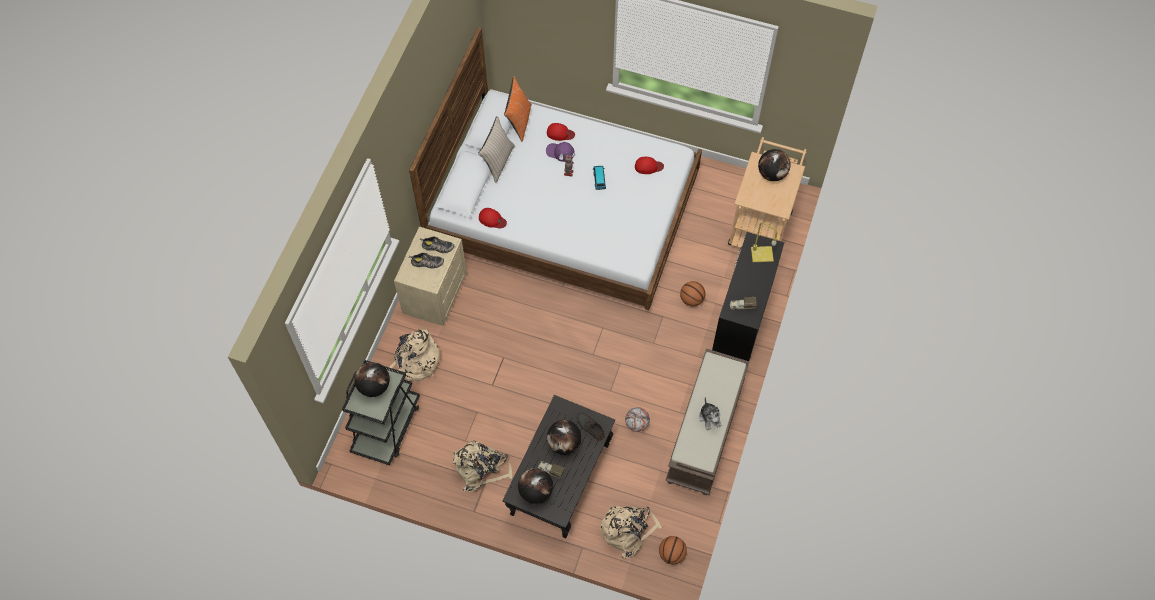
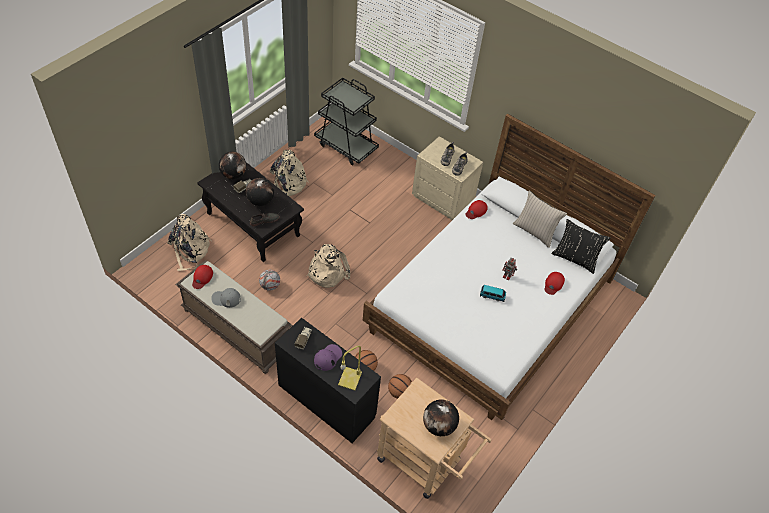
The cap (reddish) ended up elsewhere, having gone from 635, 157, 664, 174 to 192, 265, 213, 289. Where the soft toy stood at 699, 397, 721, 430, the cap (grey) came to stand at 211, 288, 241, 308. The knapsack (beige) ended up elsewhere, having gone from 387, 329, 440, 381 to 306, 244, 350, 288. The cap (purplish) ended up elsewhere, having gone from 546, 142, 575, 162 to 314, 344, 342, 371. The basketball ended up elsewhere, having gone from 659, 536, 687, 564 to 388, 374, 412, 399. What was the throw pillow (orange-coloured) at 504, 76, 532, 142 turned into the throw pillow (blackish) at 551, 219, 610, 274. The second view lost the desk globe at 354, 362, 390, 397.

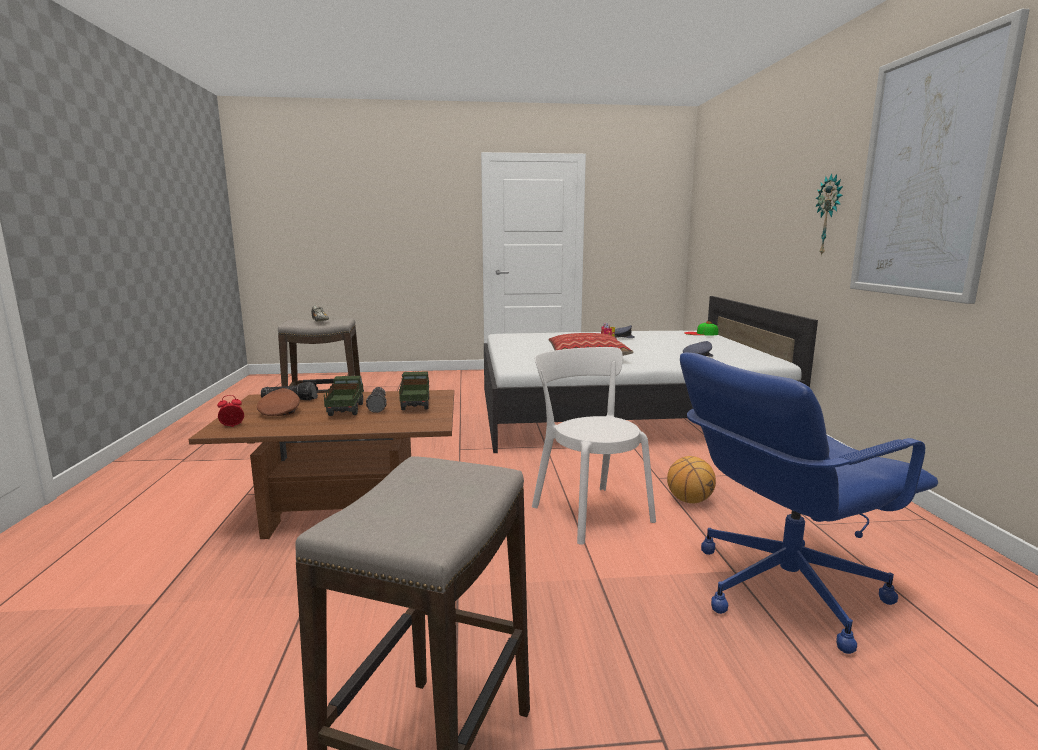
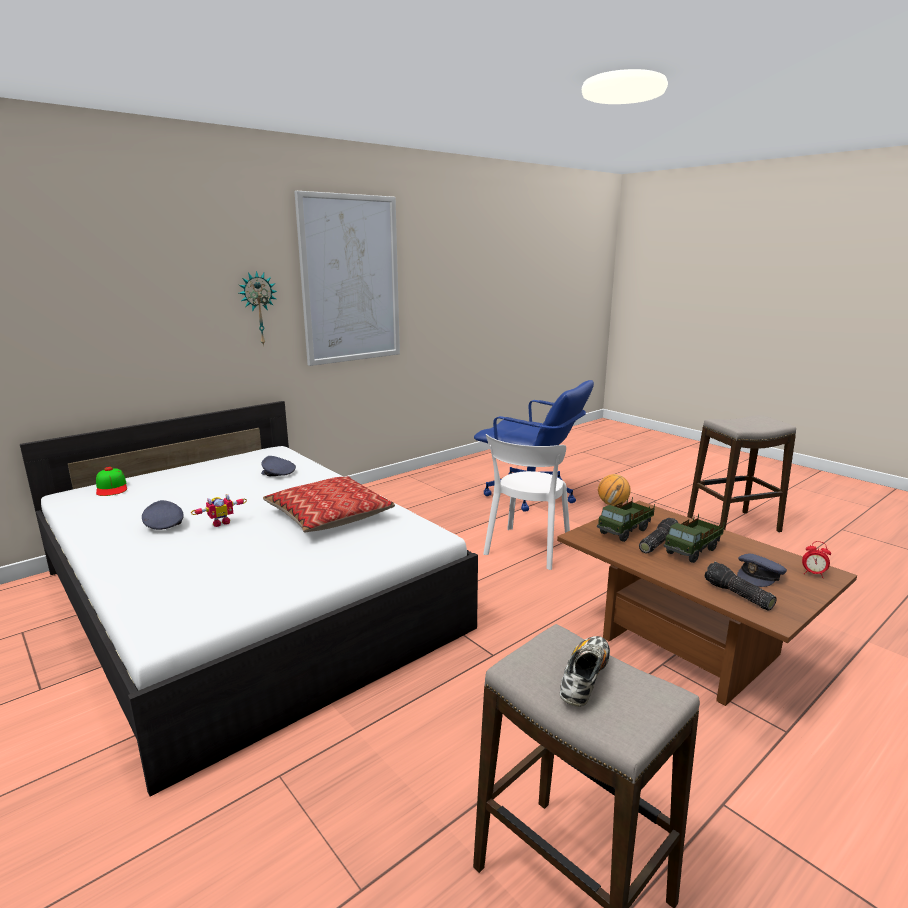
The basketball ended up elsewhere, having gone from 667, 456, 716, 503 to 598, 474, 631, 506. What was the cap (brown-coloured) at 257, 388, 300, 416 turned into the cap (grey) at 737, 554, 787, 587.

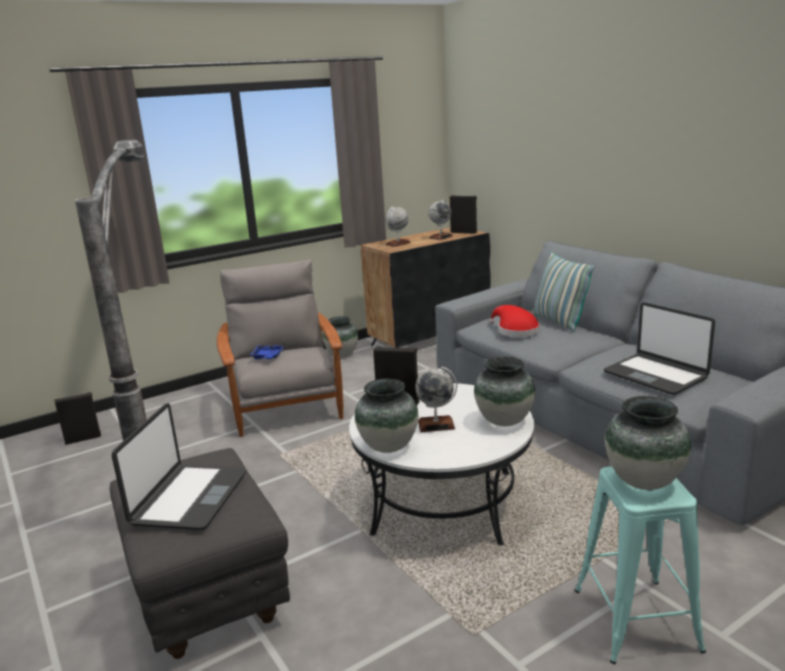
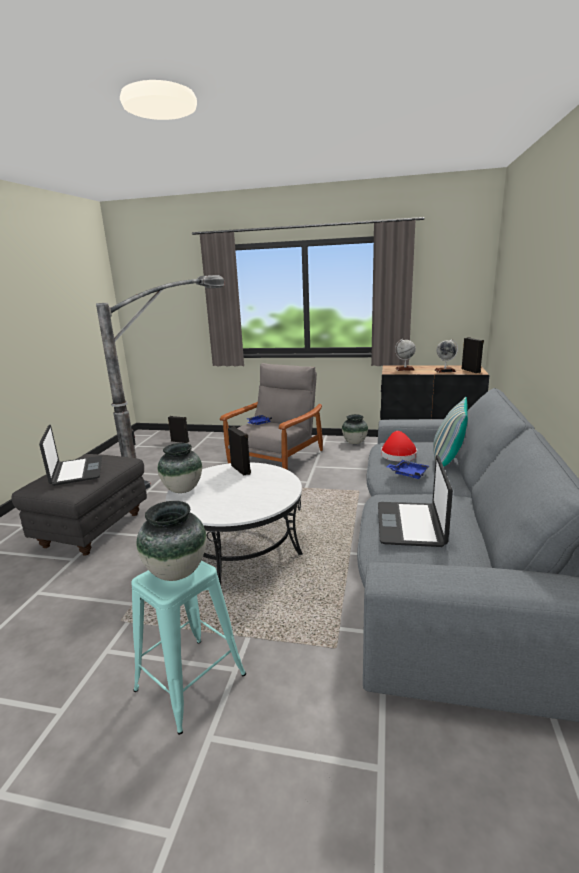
The portable computer at 112, 403, 246, 530 ended up facing another way, 75 degrees counterclockwise from before. The second view gained the tray (blue-coloured) at 387, 460, 429, 479. The second view lost the desk globe at 416, 366, 457, 432. The second view lost the decorative vase at 474, 356, 535, 426.

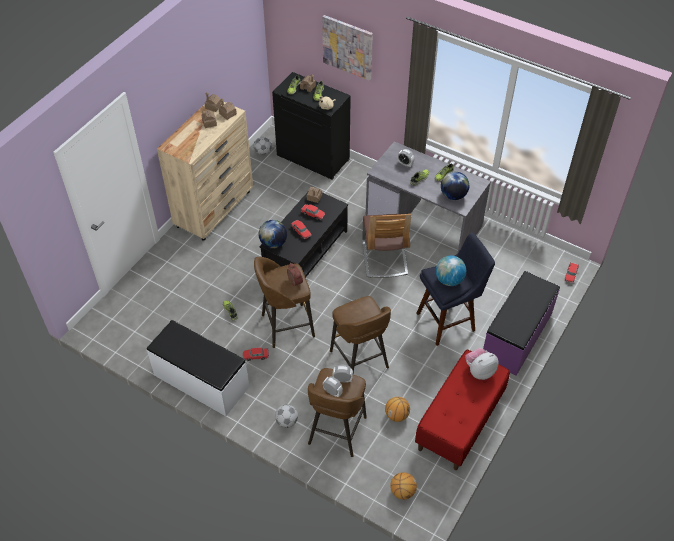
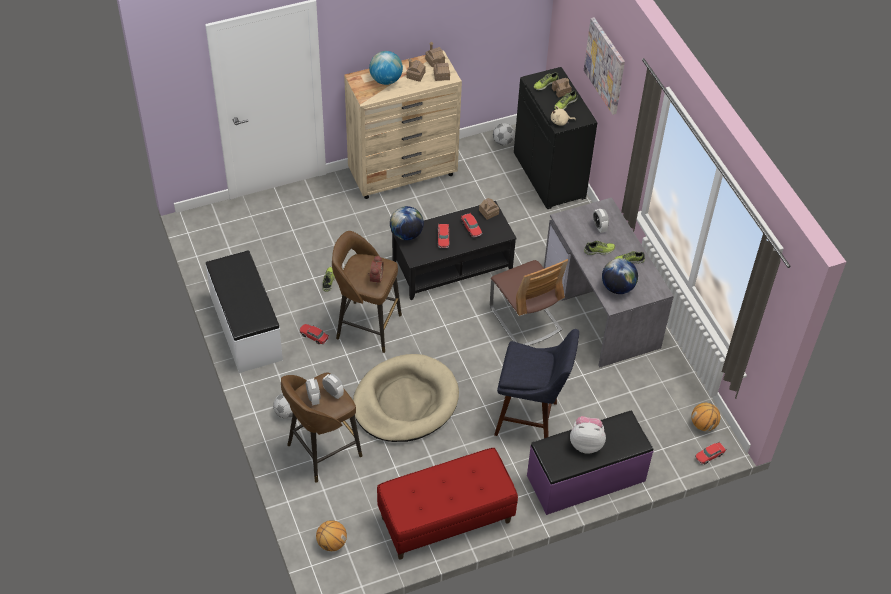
Where the stool seat (brown-coloured) stood at 330, 296, 391, 372, the pet bed (beige) came to stand at 353, 354, 459, 442. The desk globe ended up elsewhere, having gone from 436, 256, 466, 286 to 369, 51, 403, 85. The chair at 362, 214, 411, 278 ended up facing another way, 60 degrees counterclockwise from before. The soft toy ended up elsewhere, having gone from 465, 348, 498, 380 to 570, 416, 606, 454. The basketball ended up elsewhere, having gone from 385, 397, 410, 422 to 691, 403, 721, 431.

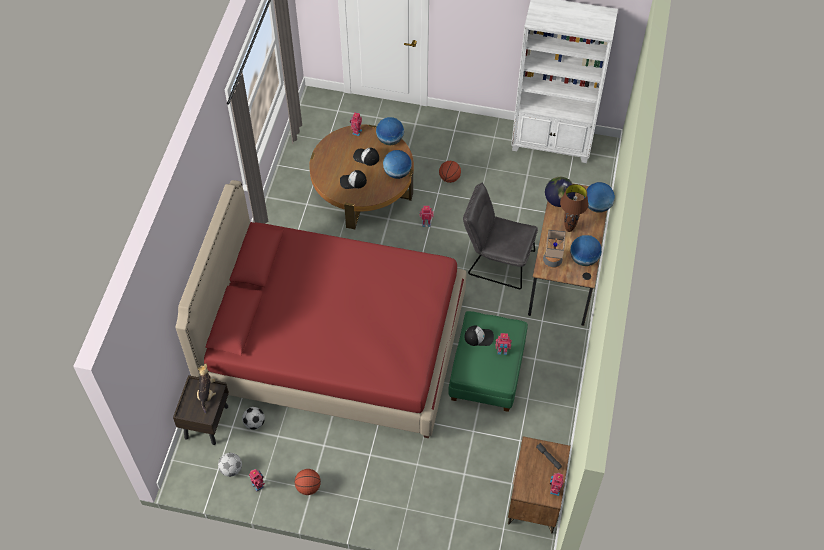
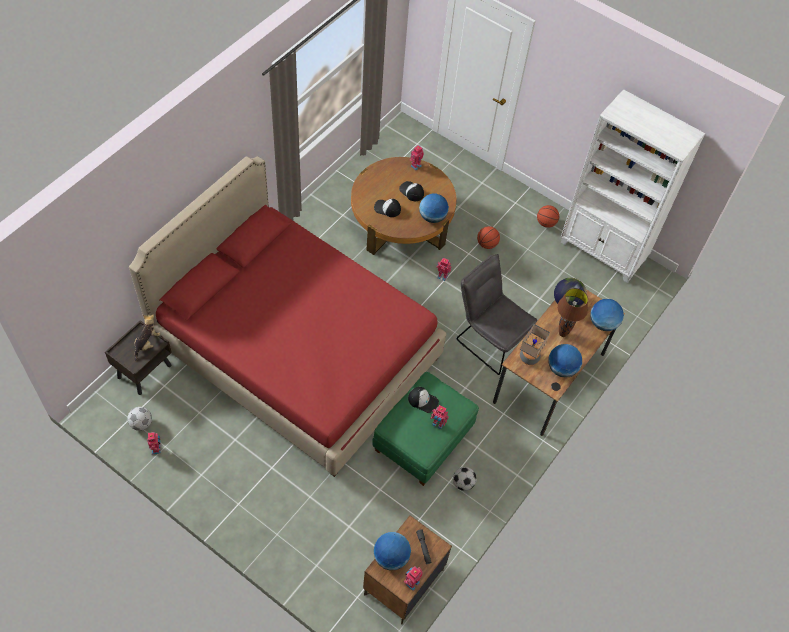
The desk globe ended up elsewhere, having gone from 376, 117, 404, 145 to 373, 532, 411, 570. The ball for football ended up elsewhere, having gone from 242, 407, 265, 430 to 453, 467, 477, 491. The basketball ended up elsewhere, having gone from 295, 469, 321, 495 to 537, 205, 559, 228.

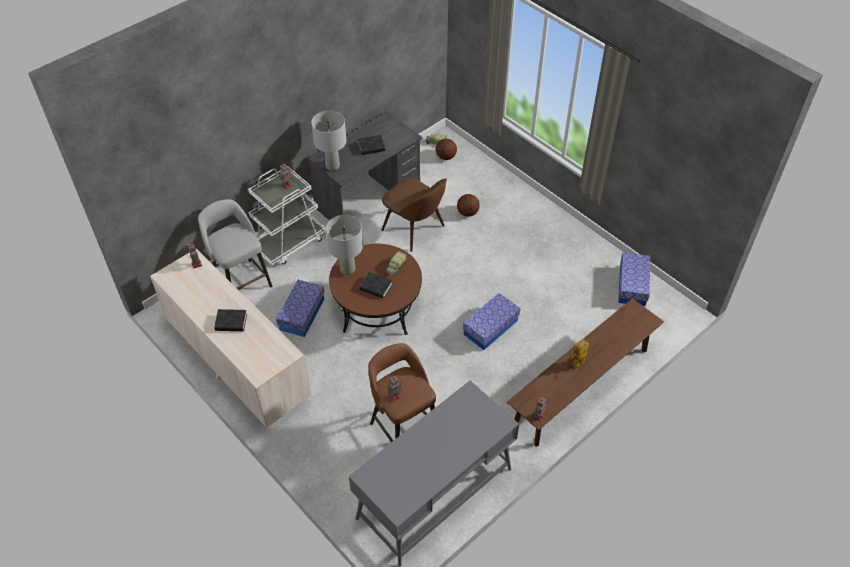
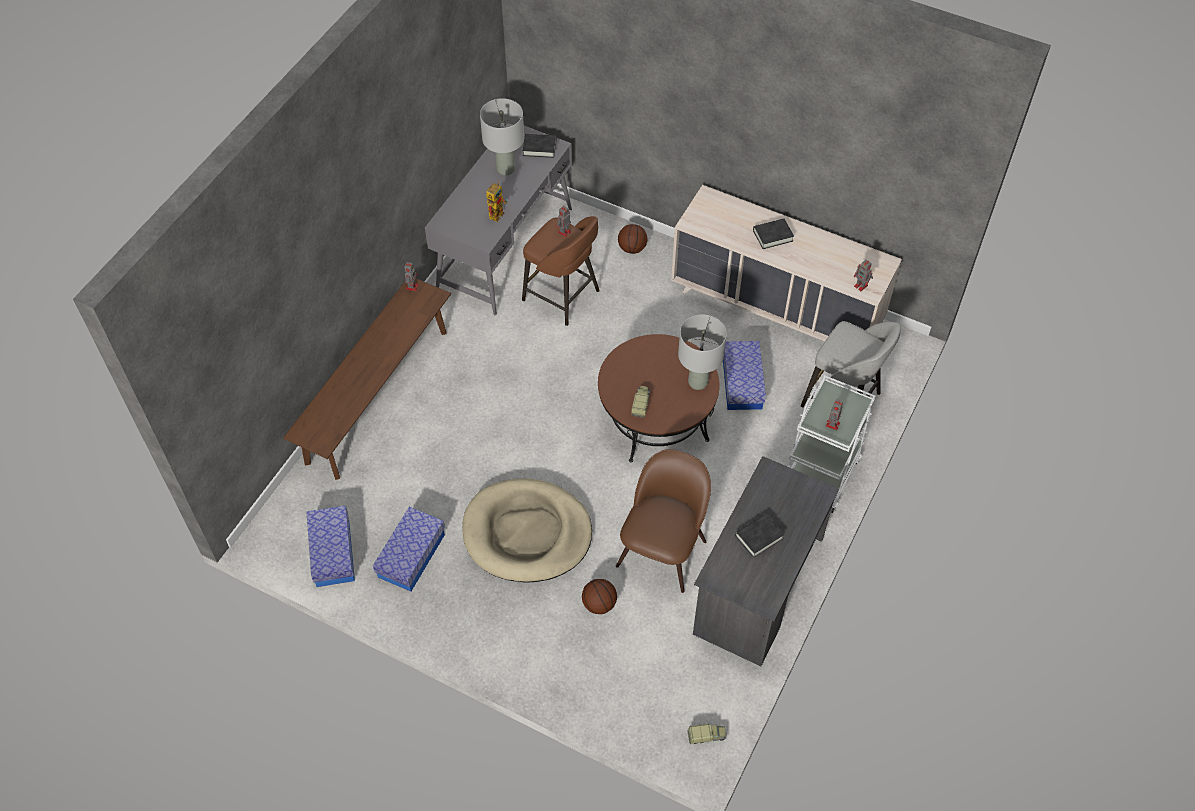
The storage bin ended up elsewhere, having gone from 463, 293, 520, 350 to 373, 507, 445, 592. The second view gained the pet bed (beige) at 462, 479, 592, 583. The table lamp (grey) ended up elsewhere, having gone from 311, 111, 346, 171 to 480, 98, 524, 176. The model robot ended up elsewhere, having gone from 568, 339, 589, 369 to 486, 181, 508, 222. The volume (blackish) ended up elsewhere, having gone from 359, 272, 393, 299 to 523, 134, 556, 158. The chair (brown-coloured) at 381, 178, 447, 252 ended up facing another way, 90 degrees clockwise from before. The basketball ended up elsewhere, having gone from 436, 139, 457, 160 to 618, 224, 647, 254.

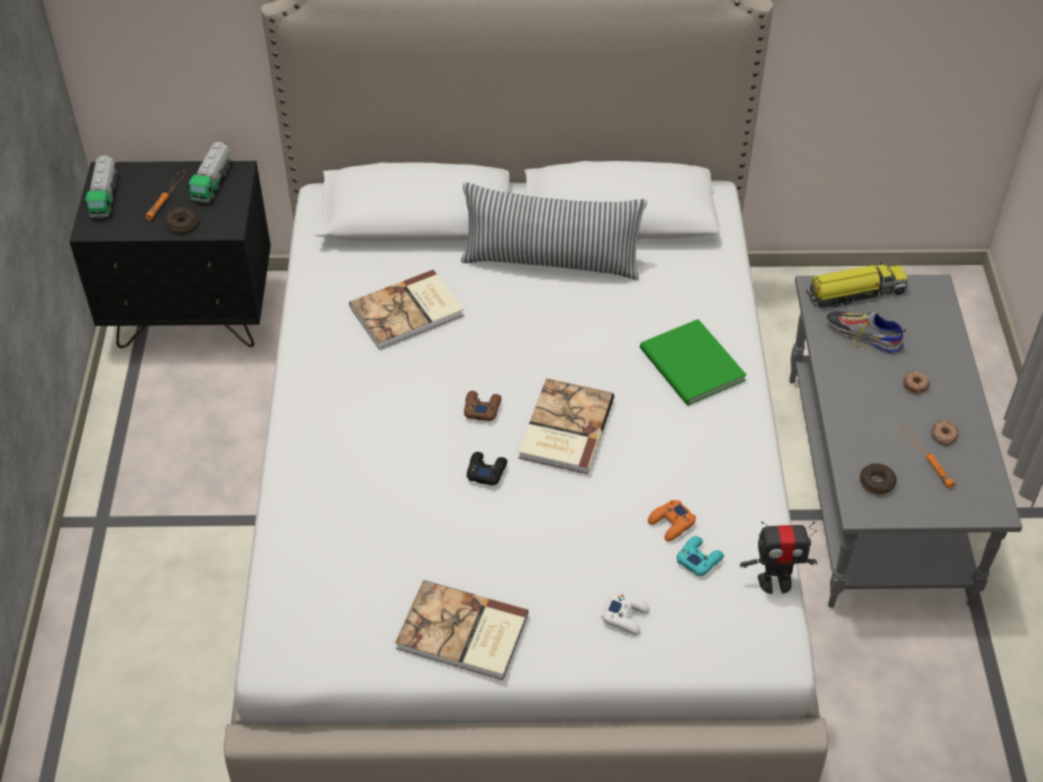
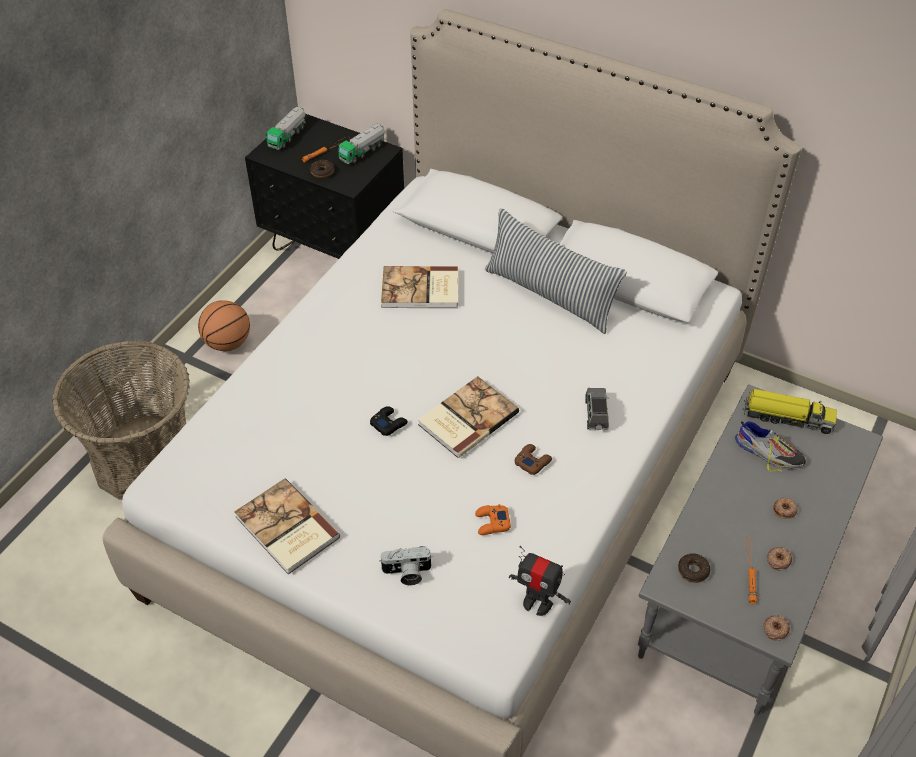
The second view gained the storage basket at 52, 341, 190, 500. The second view gained the basketball at 198, 300, 250, 351. Where the joypad (white) stood at 602, 593, 650, 635, the still camera came to stand at 379, 546, 433, 585. The joypad (brown-coloured) ended up elsewhere, having gone from 464, 391, 502, 421 to 515, 444, 552, 475. Where the volume (green) stood at 640, 319, 747, 406, the miniature car (grey) came to stand at 585, 388, 609, 430. The item of footwear at 826, 311, 906, 354 ended up facing another way, 150 degrees clockwise from before. The second view gained the donut at 763, 615, 790, 641. The second view lost the joypad (blue-green) at 677, 536, 724, 576.

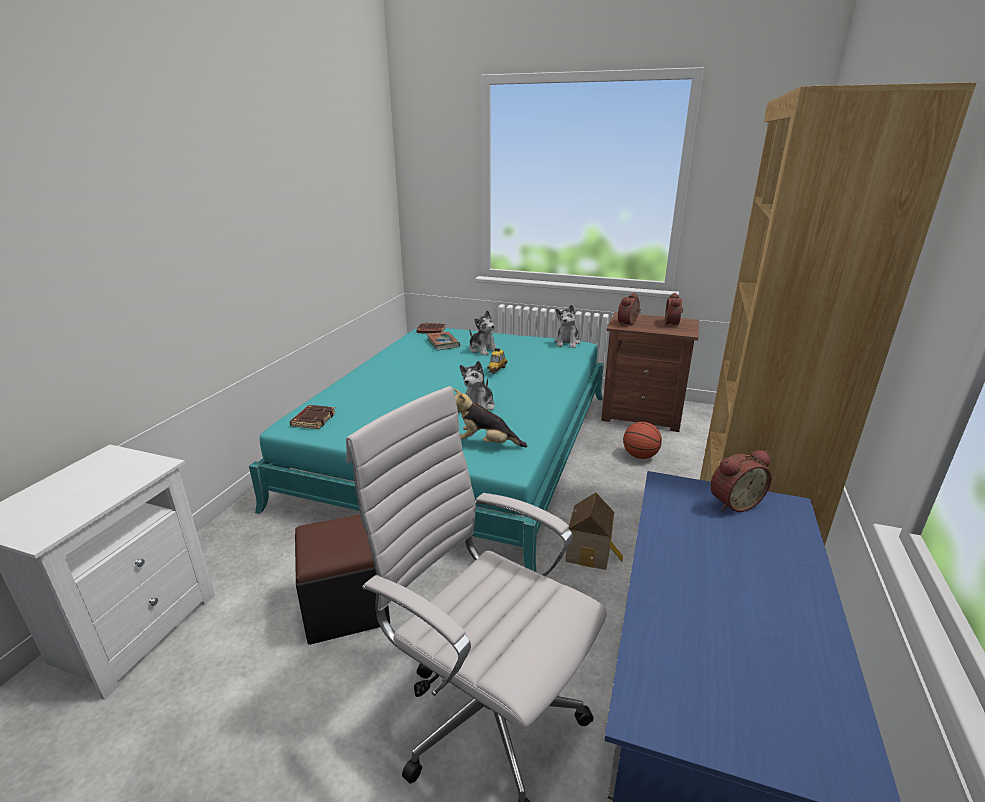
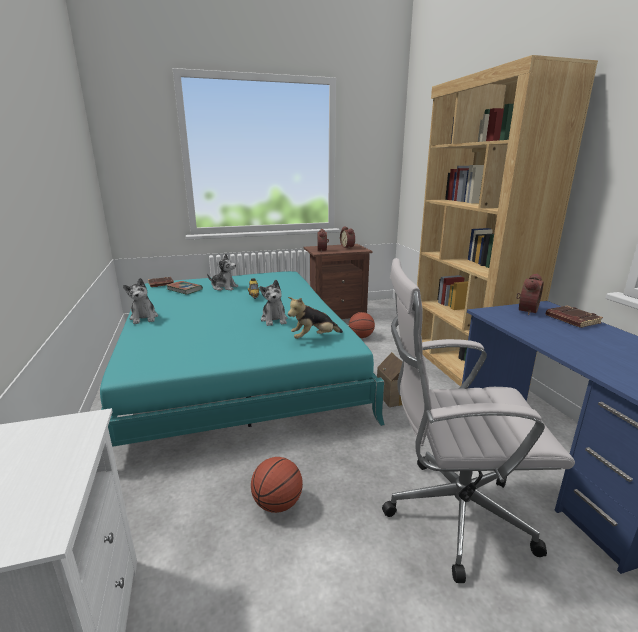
The soft toy ended up elsewhere, having gone from 555, 305, 580, 348 to 123, 278, 158, 324. Where the pouffe (blackish) stood at 295, 514, 390, 645, the basketball came to stand at 251, 457, 303, 513. The volume (brown-coloured) ended up elsewhere, having gone from 290, 405, 336, 429 to 545, 306, 603, 328.

